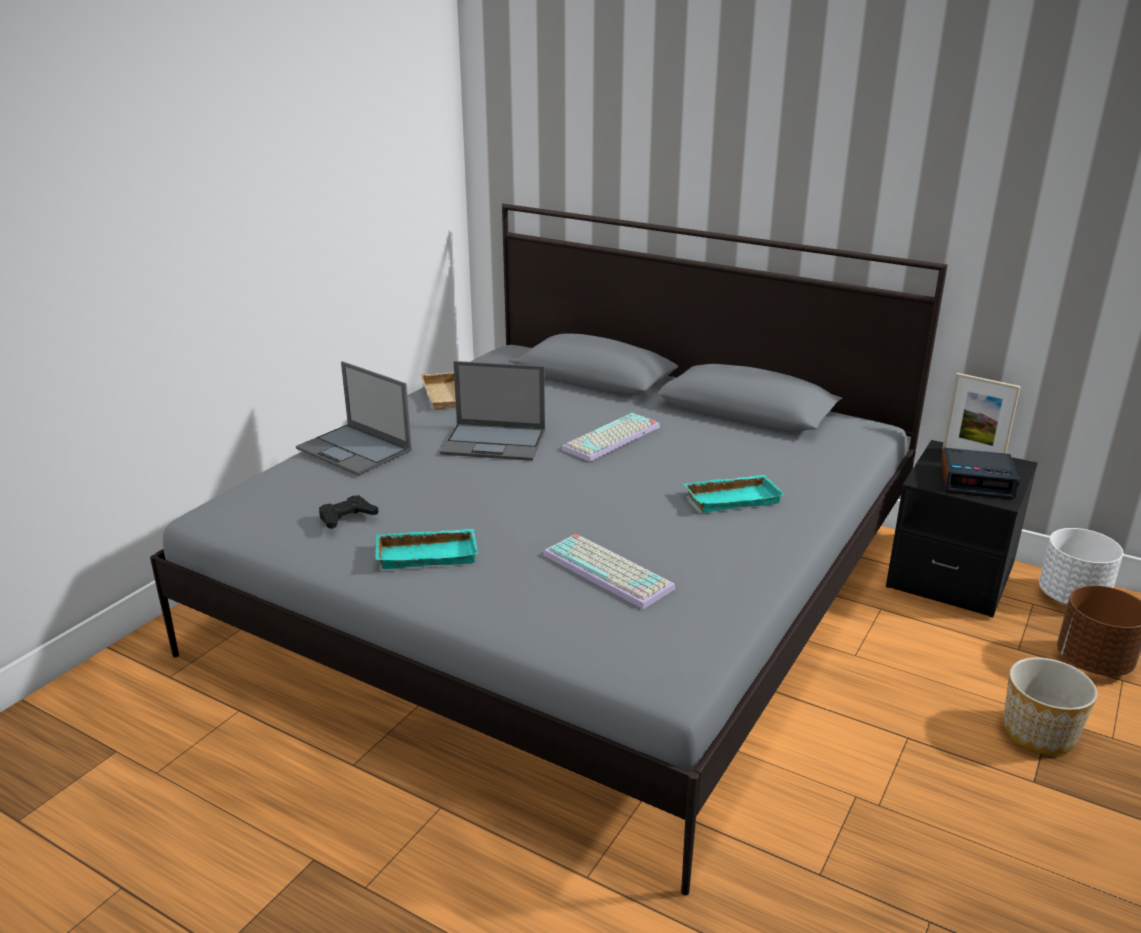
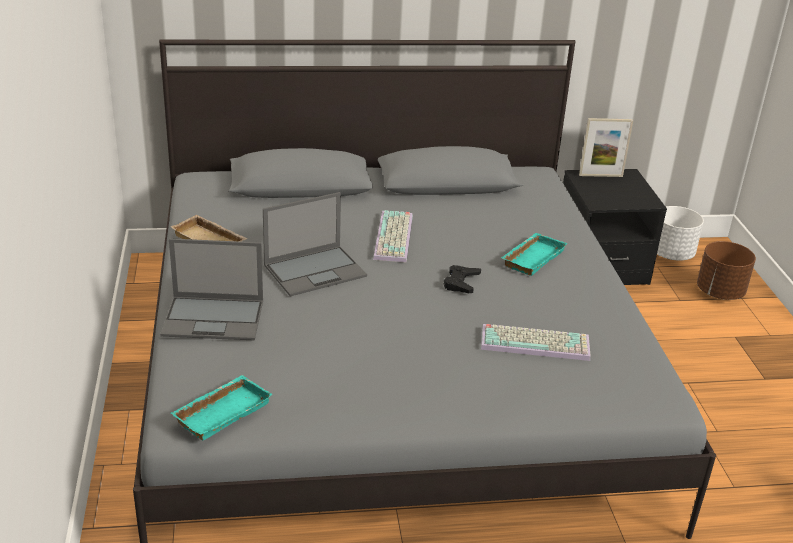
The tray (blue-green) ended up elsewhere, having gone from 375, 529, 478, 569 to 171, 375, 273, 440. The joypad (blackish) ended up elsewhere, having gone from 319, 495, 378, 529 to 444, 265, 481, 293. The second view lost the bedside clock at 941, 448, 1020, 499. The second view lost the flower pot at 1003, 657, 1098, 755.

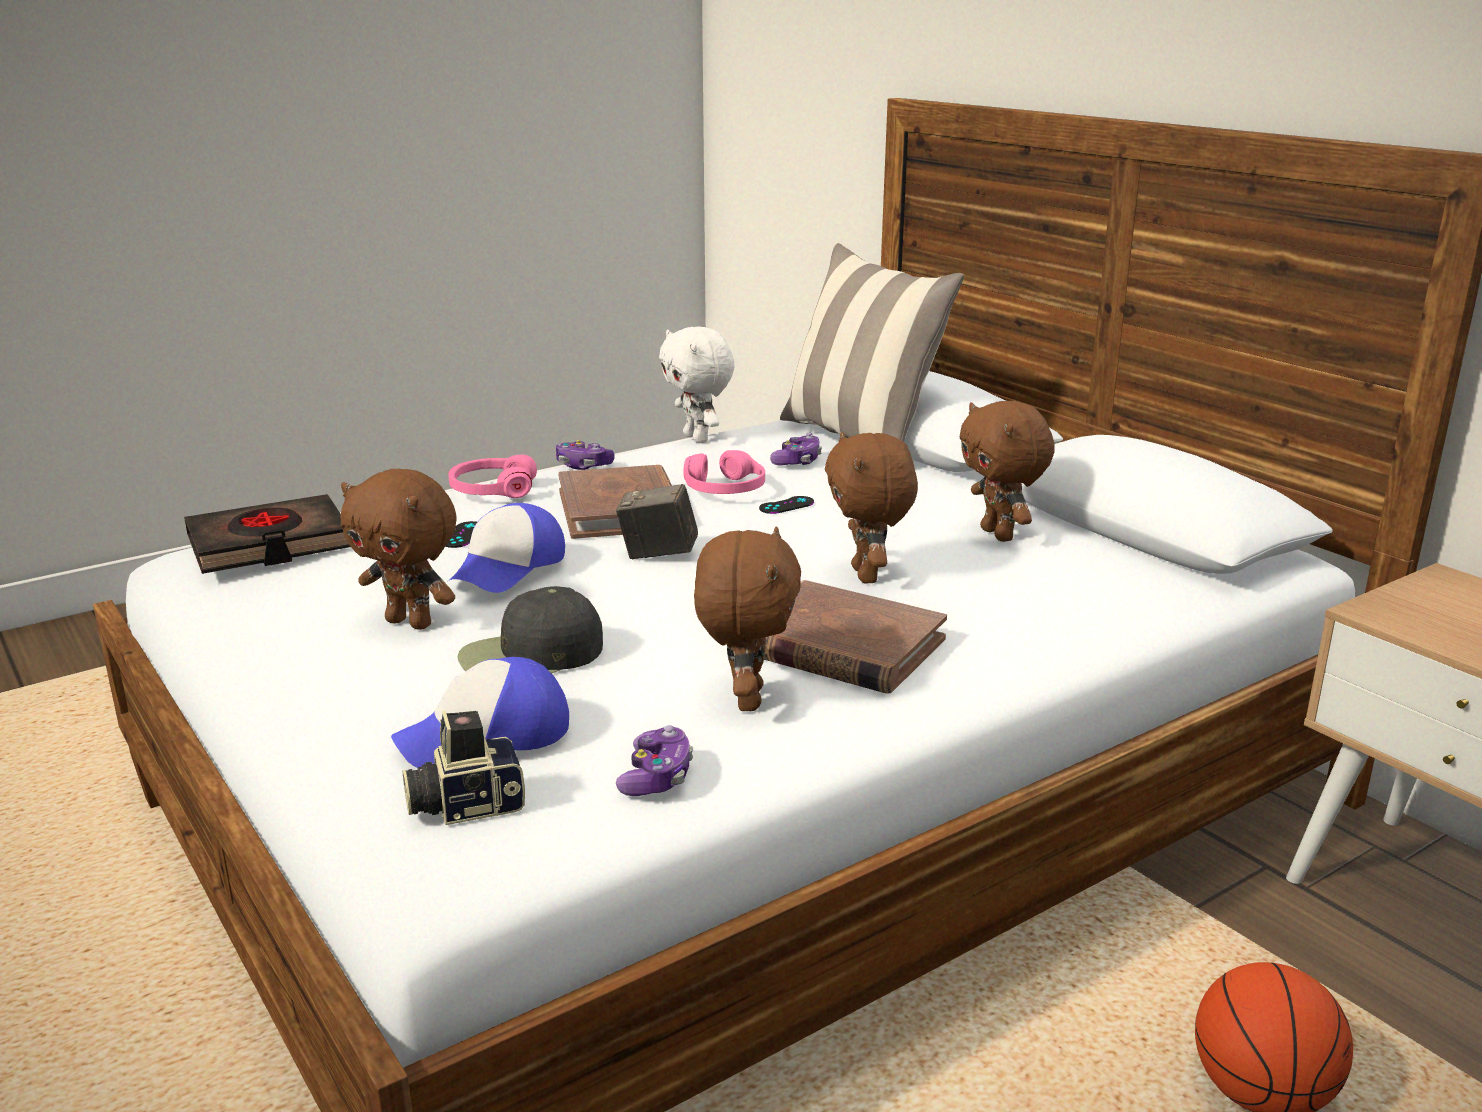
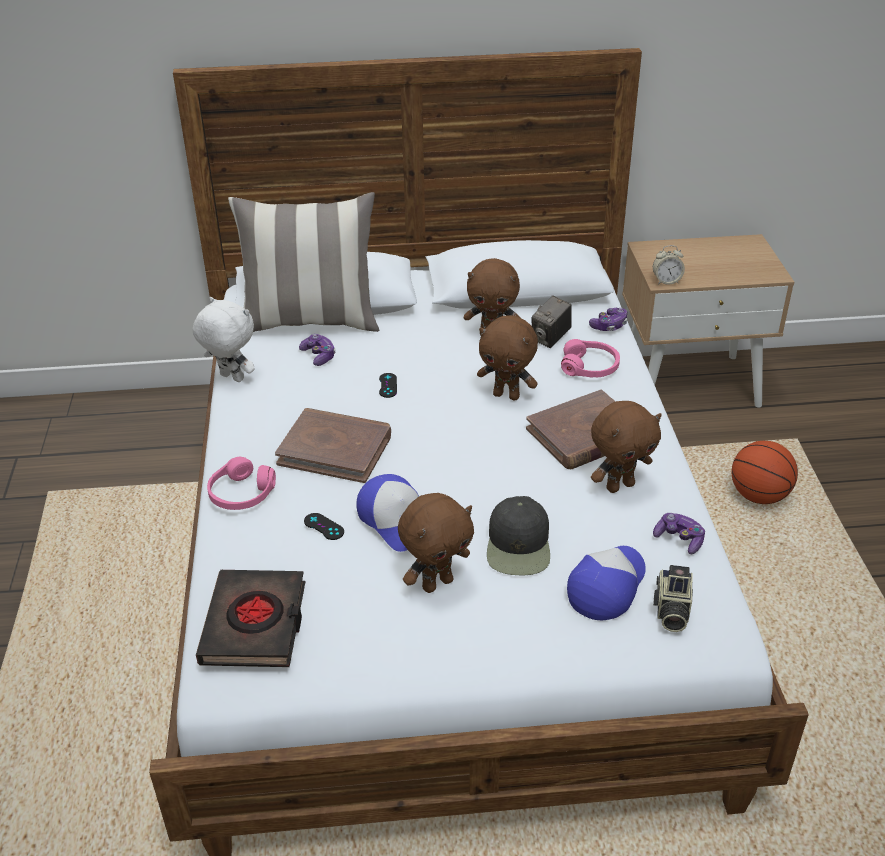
The soft toy (white) at 659, 327, 735, 443 ended up facing another way, 150 degrees counterclockwise from before. The still camera ended up elsewhere, having gone from 616, 484, 698, 559 to 532, 296, 572, 348. The headphones (pink-coloured) ended up elsewhere, having gone from 684, 450, 765, 494 to 561, 339, 620, 378. The cap at 391, 657, 569, 768 ended up facing another way, 150 degrees counterclockwise from before. The joypad ended up elsewhere, having gone from 556, 440, 615, 470 to 589, 308, 627, 331. The soft toy (brown-coloured) at 694, 526, 801, 711 ended up facing another way, 120 degrees clockwise from before. The second view gained the bedside clock at 653, 245, 685, 285.

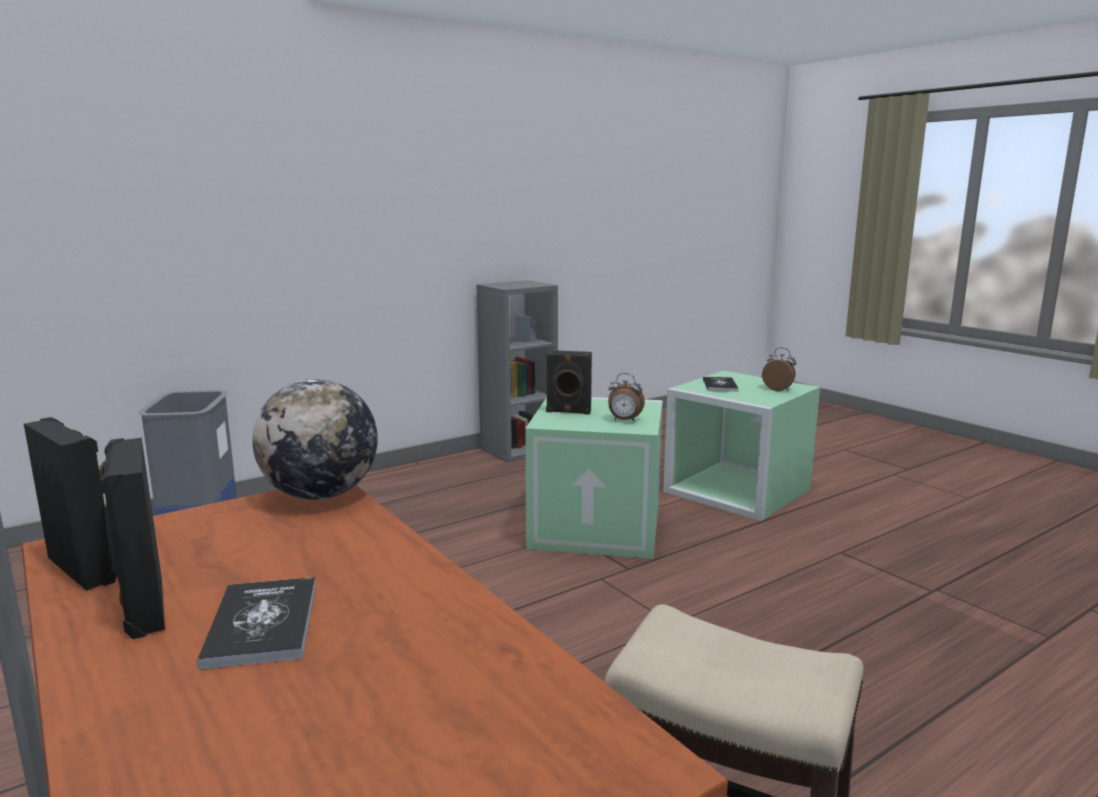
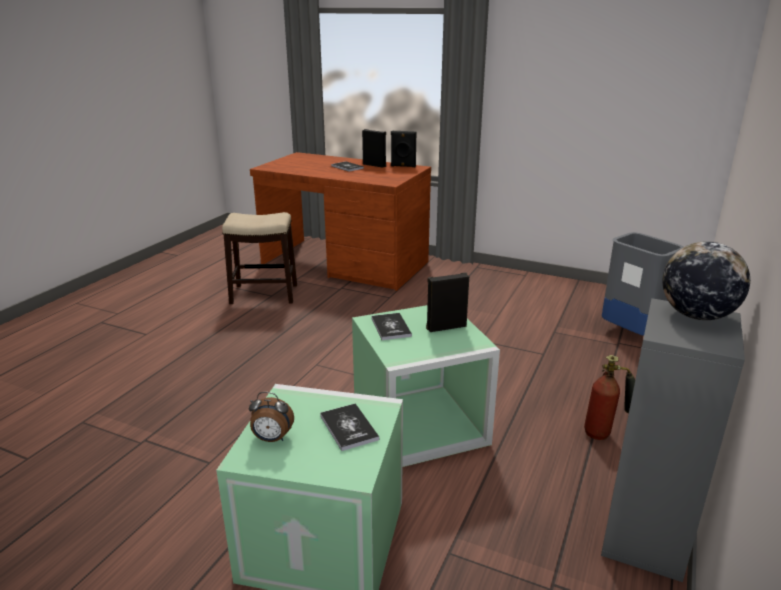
Where the bedside clock stood at 608, 373, 645, 422, the volume came to stand at 372, 313, 412, 340. The second view gained the fire-fighting cylinder at 584, 355, 635, 440. The desk globe ended up elsewhere, having gone from 252, 379, 378, 500 to 663, 241, 750, 320.

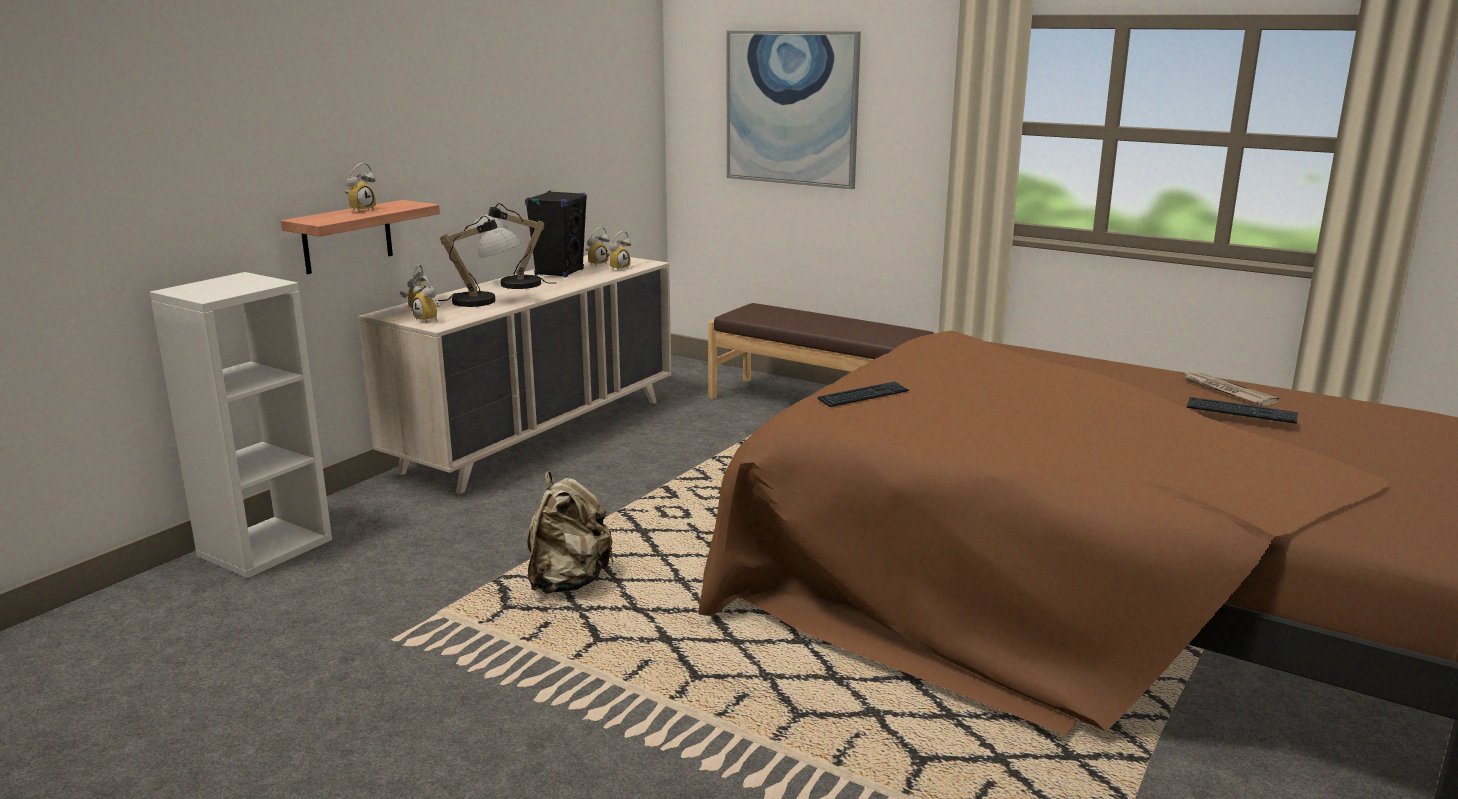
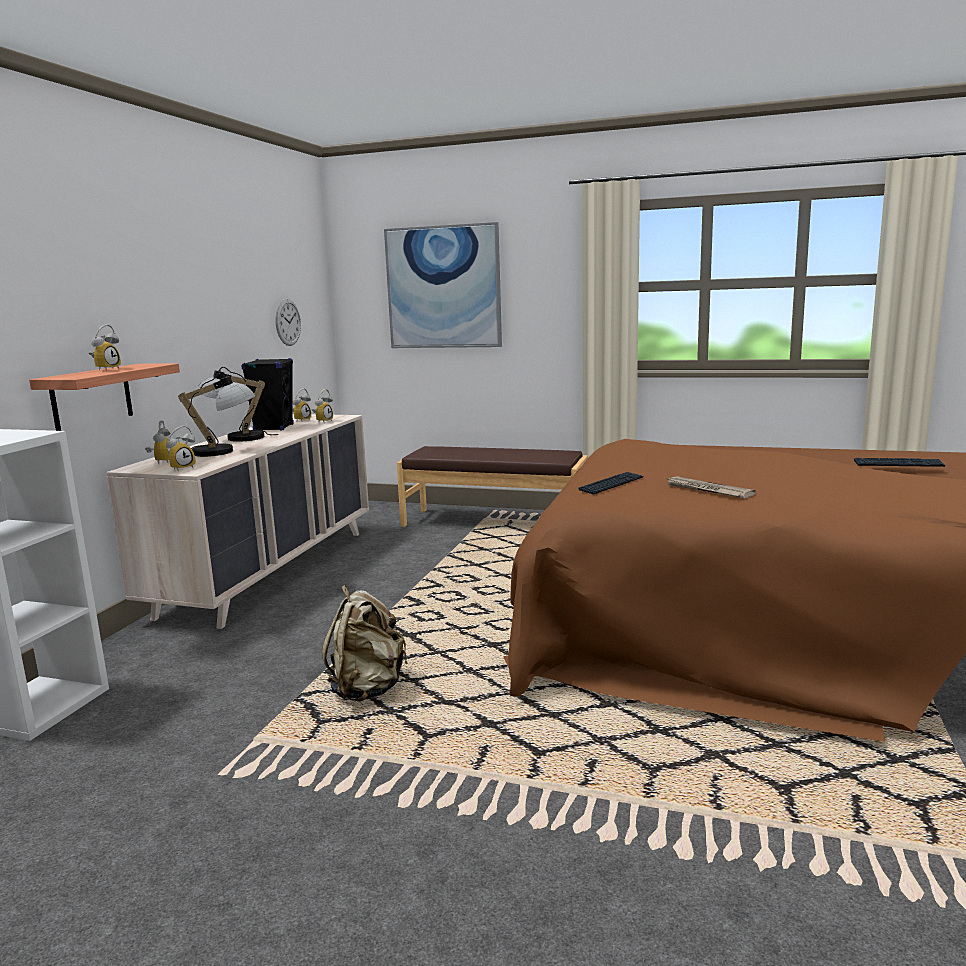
The bedside clock at 412, 276, 441, 323 ended up facing another way, 75 degrees counterclockwise from before. The second view gained the clock on the wall at 275, 299, 301, 346. The newspaper ended up elsewhere, having gone from 1182, 372, 1280, 406 to 665, 476, 756, 498.

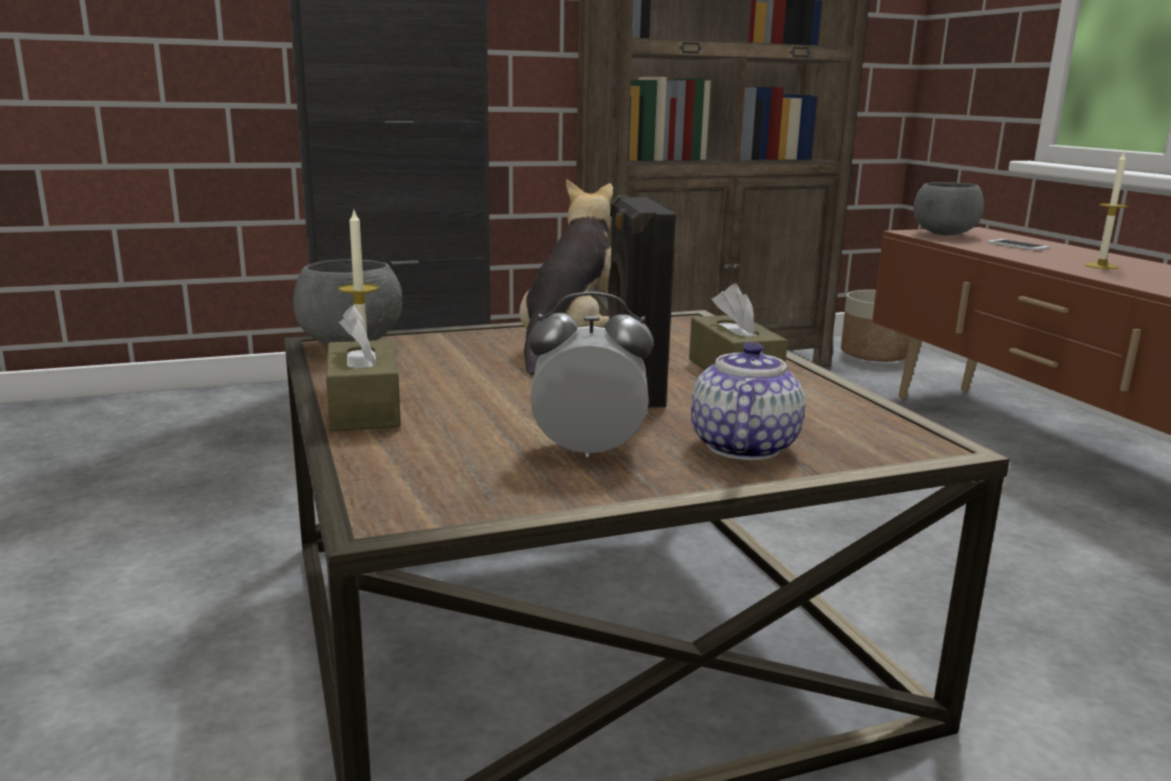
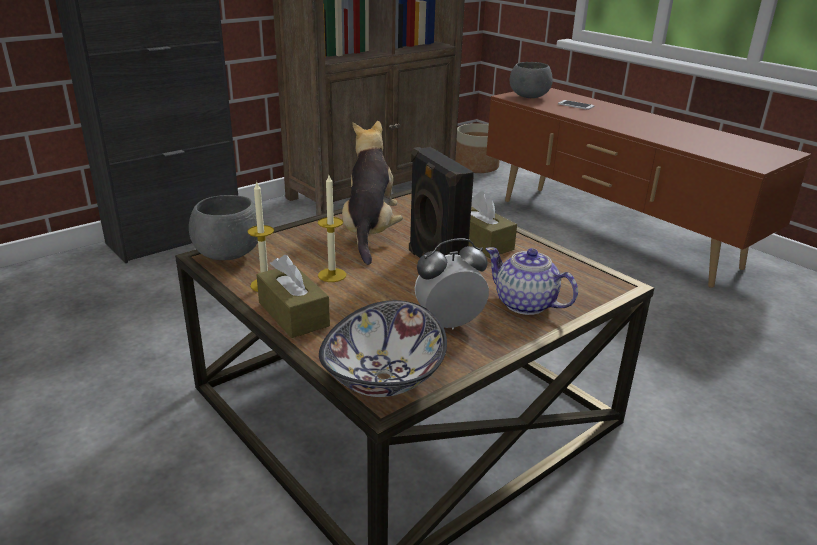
The candle ended up elsewhere, having gone from 1085, 153, 1128, 269 to 318, 175, 346, 282. The second view gained the bowl at 319, 300, 447, 397. The teapot at 691, 342, 805, 460 ended up facing another way, 45 degrees counterclockwise from before.

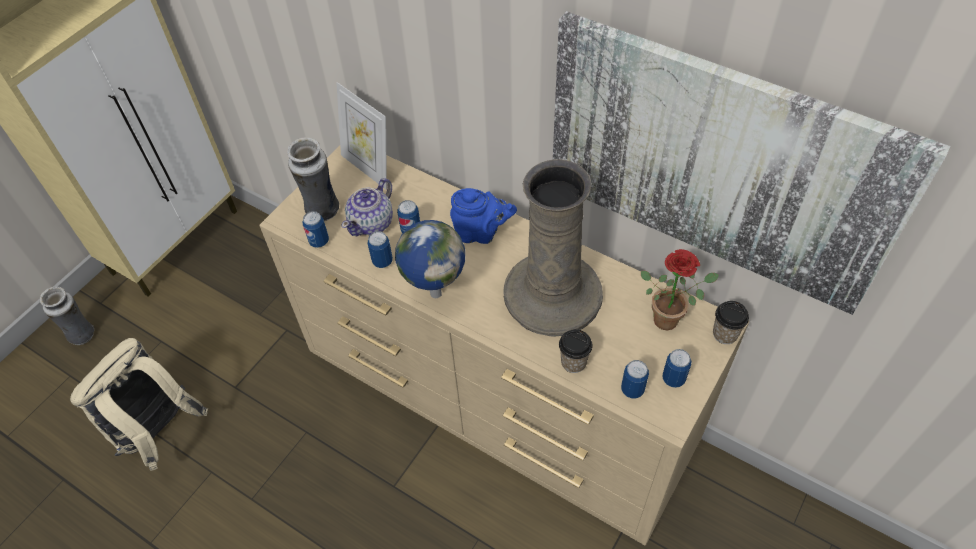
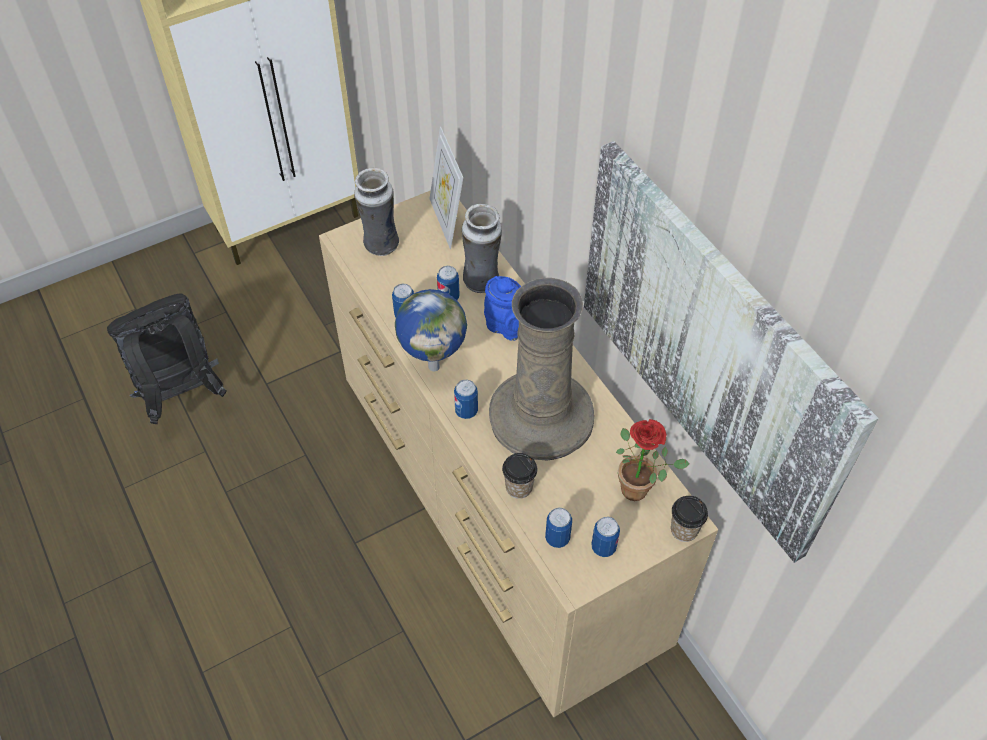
What was the knapsack (beige) at 70, 338, 208, 471 turned into the knapsack (blackish) at 107, 294, 227, 424. The can ended up elsewhere, having gone from 303, 211, 329, 248 to 454, 380, 478, 419. The decorative vase ended up elsewhere, having gone from 39, 287, 94, 345 to 462, 204, 502, 293. The second view lost the teapot at 341, 178, 393, 236.

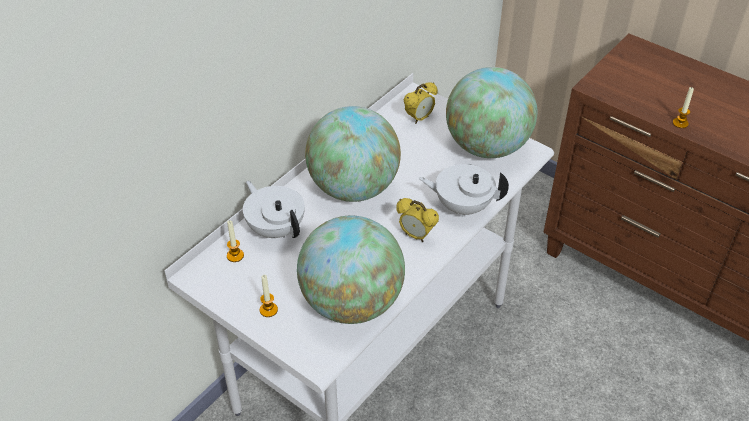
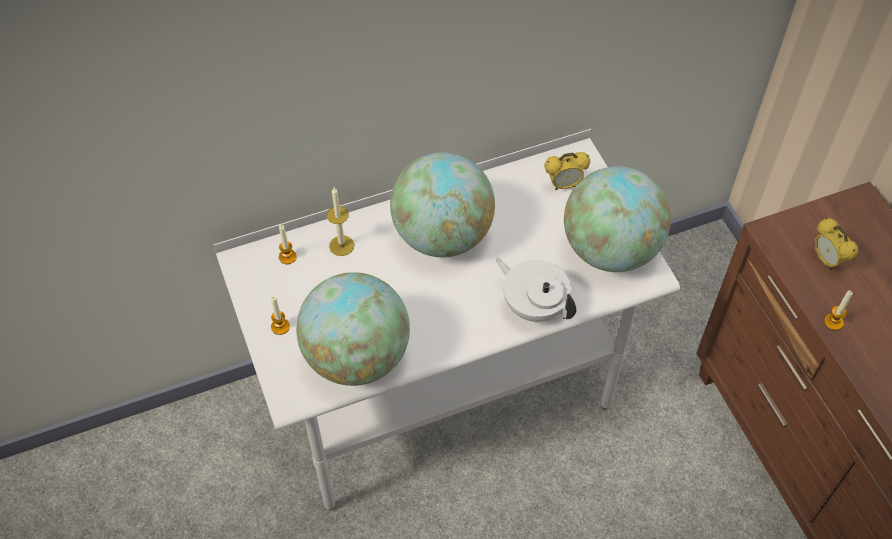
Where the teapot (white) stood at 243, 181, 305, 238, the candle came to stand at 327, 187, 354, 256. The bedside clock ended up elsewhere, having gone from 396, 198, 439, 242 to 815, 218, 858, 270.

